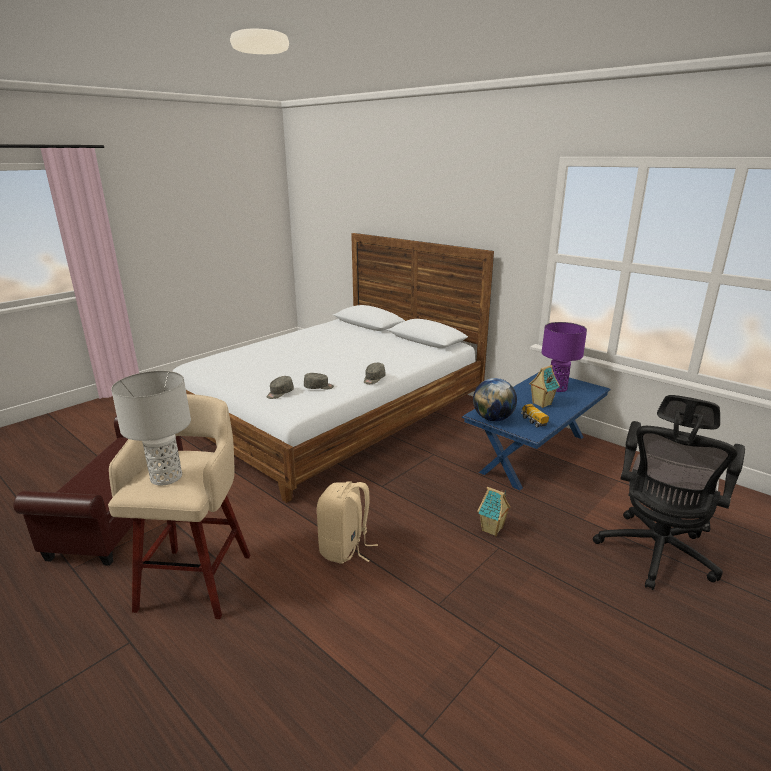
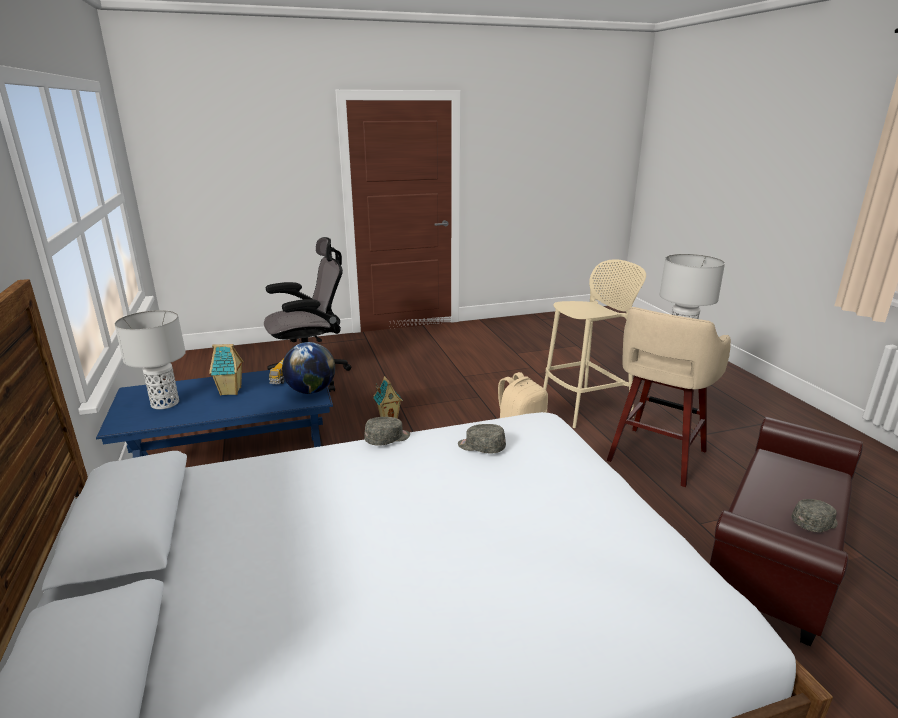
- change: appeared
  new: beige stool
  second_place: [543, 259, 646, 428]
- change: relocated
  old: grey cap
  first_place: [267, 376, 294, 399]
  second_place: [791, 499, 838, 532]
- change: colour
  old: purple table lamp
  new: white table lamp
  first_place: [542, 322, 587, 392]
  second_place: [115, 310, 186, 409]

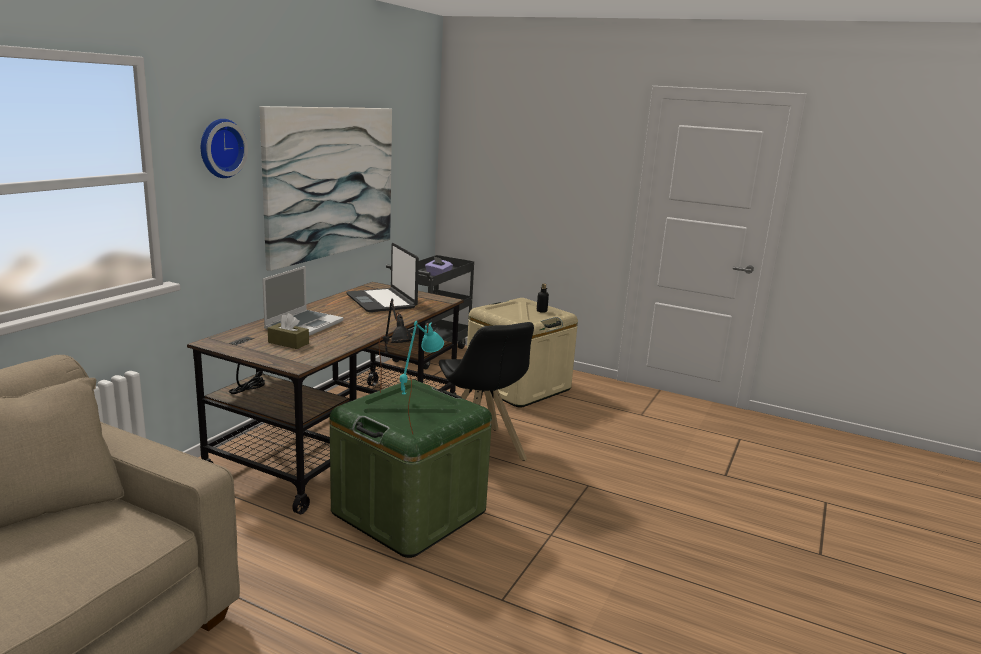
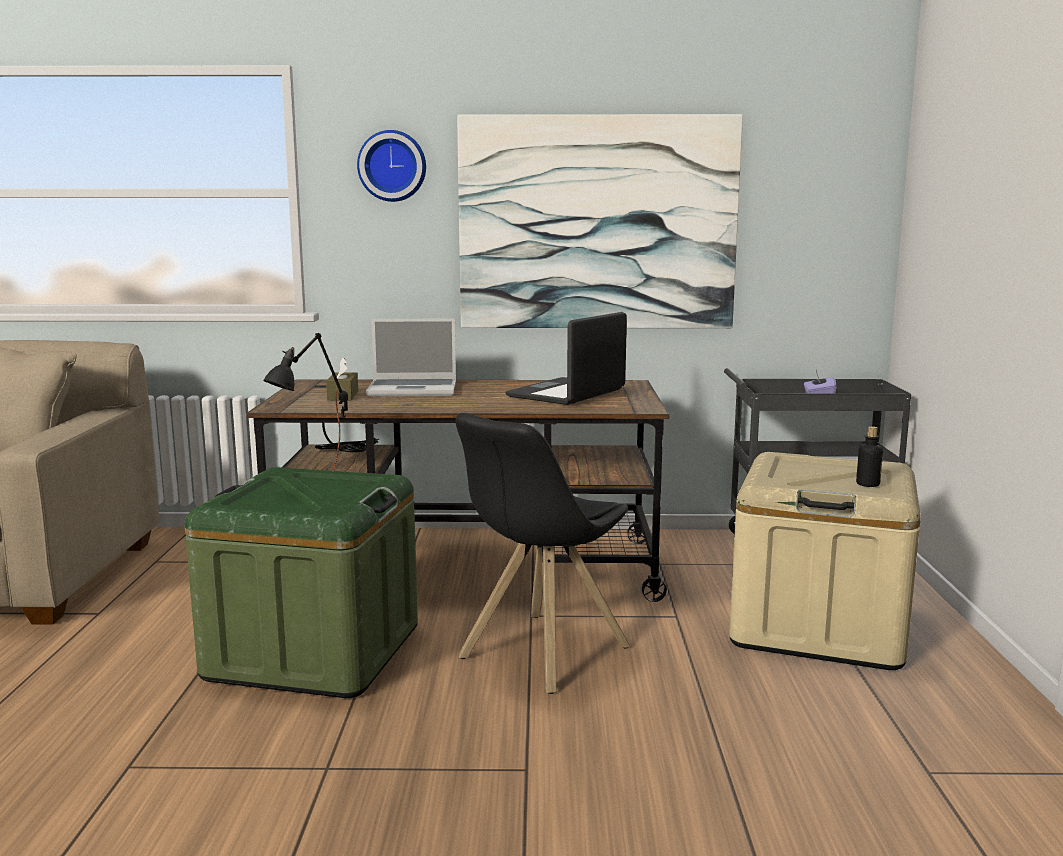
- change: missing
  old: turquoise table lamp
  first_place: [400, 321, 444, 434]

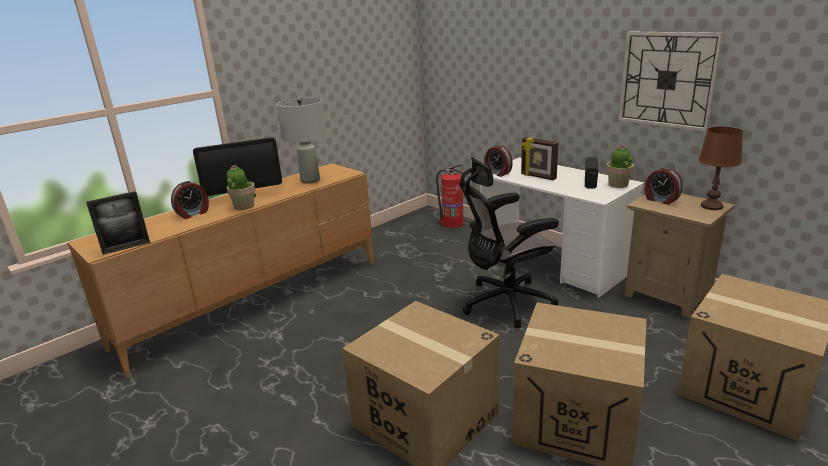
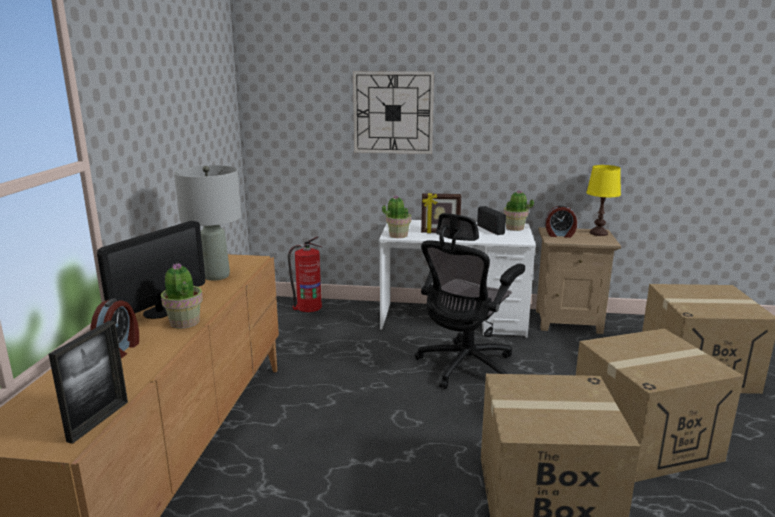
- change: relocated
  old: wall clock
  first_place: [619, 31, 724, 132]
  second_place: [353, 71, 434, 154]
- change: exchanged
  old: alarm clock
  new: potted plant
  first_place: [484, 145, 512, 177]
  second_place: [382, 195, 411, 238]
- change: colour
  old: brown table lamp
  new: yellow table lamp
  first_place: [698, 127, 743, 210]
  second_place: [586, 165, 621, 236]

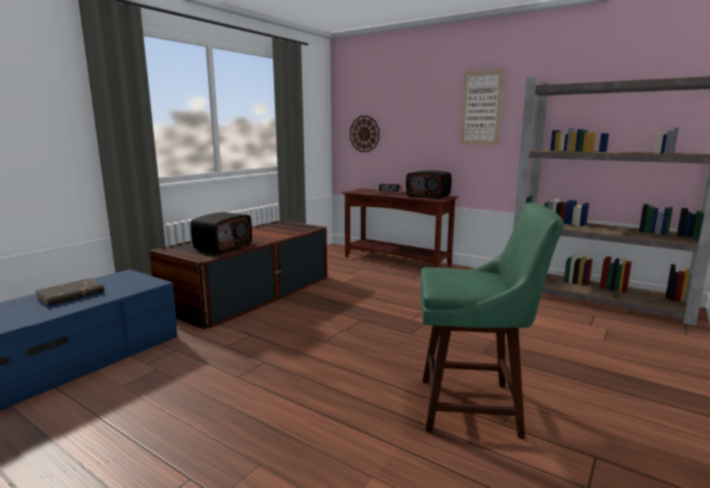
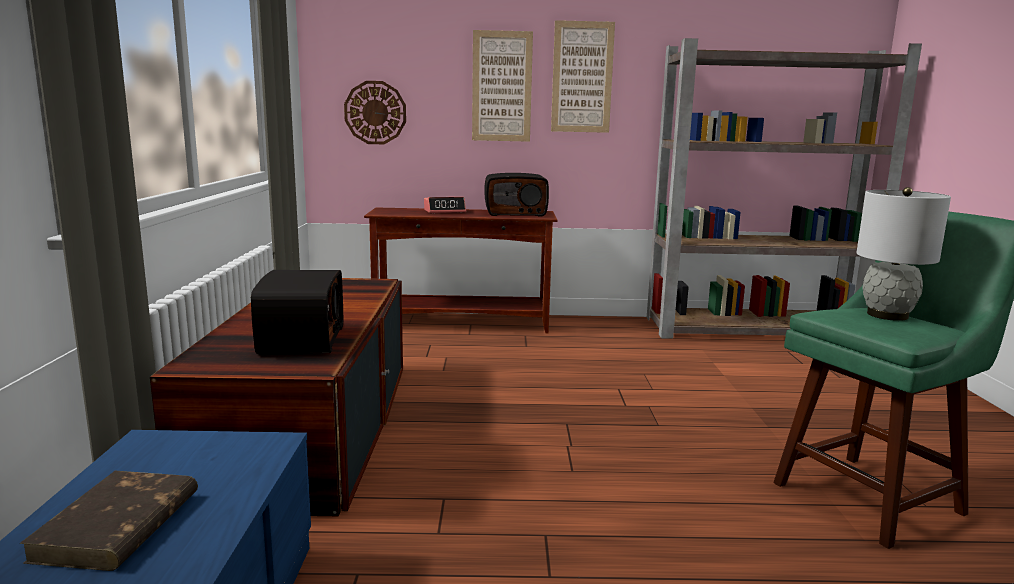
- change: appeared
  new: picture
  second_place: [472, 30, 533, 142]
- change: appeared
  new: white table lamp
  second_place: [856, 187, 951, 321]

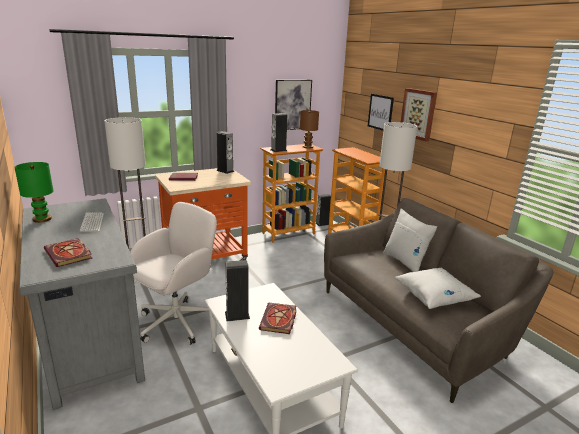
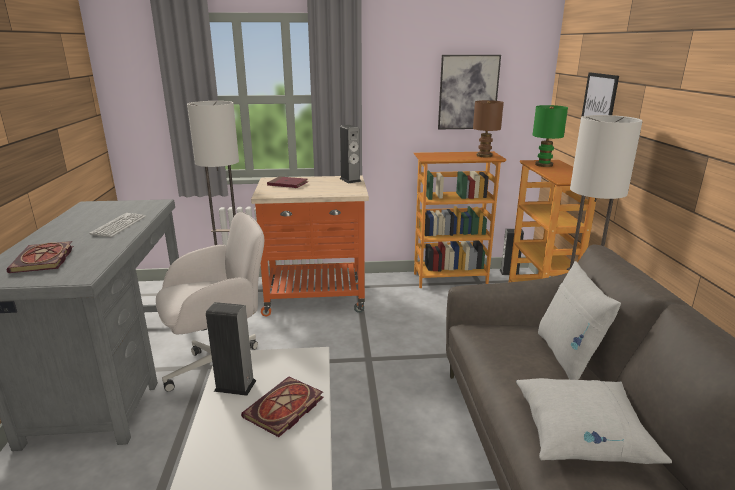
- change: missing
  old: speaker
  first_place: [271, 113, 287, 152]
- change: missing
  old: picture
  first_place: [401, 88, 437, 142]
- change: relocated
  old: green table lamp
  first_place: [14, 162, 54, 223]
  second_place: [532, 105, 568, 167]

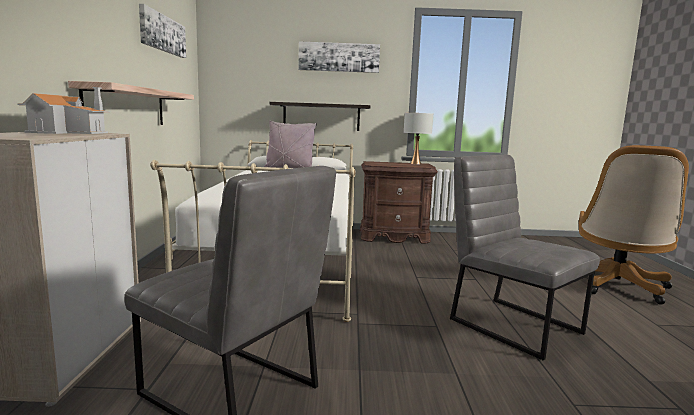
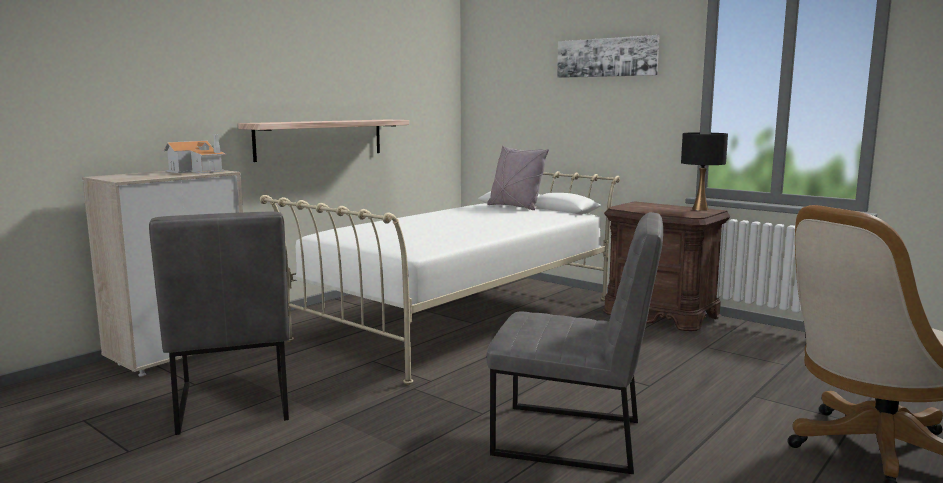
- change: missing
  old: picture
  first_place: [139, 4, 186, 58]
- change: missing
  old: shelf
  first_place: [269, 102, 371, 131]
- change: colour
  old: white table lamp
  new: black table lamp
  first_place: [404, 113, 433, 164]
  second_place: [681, 132, 728, 211]
- change: spun
  old: grey chair
  first_place: [450, 155, 600, 361]
  second_place: [486, 212, 663, 474]
  degrees: 105

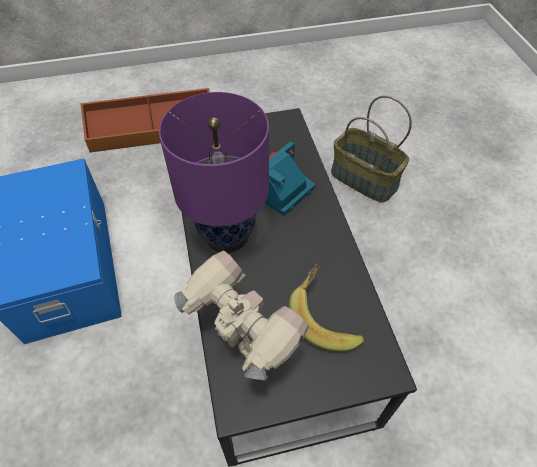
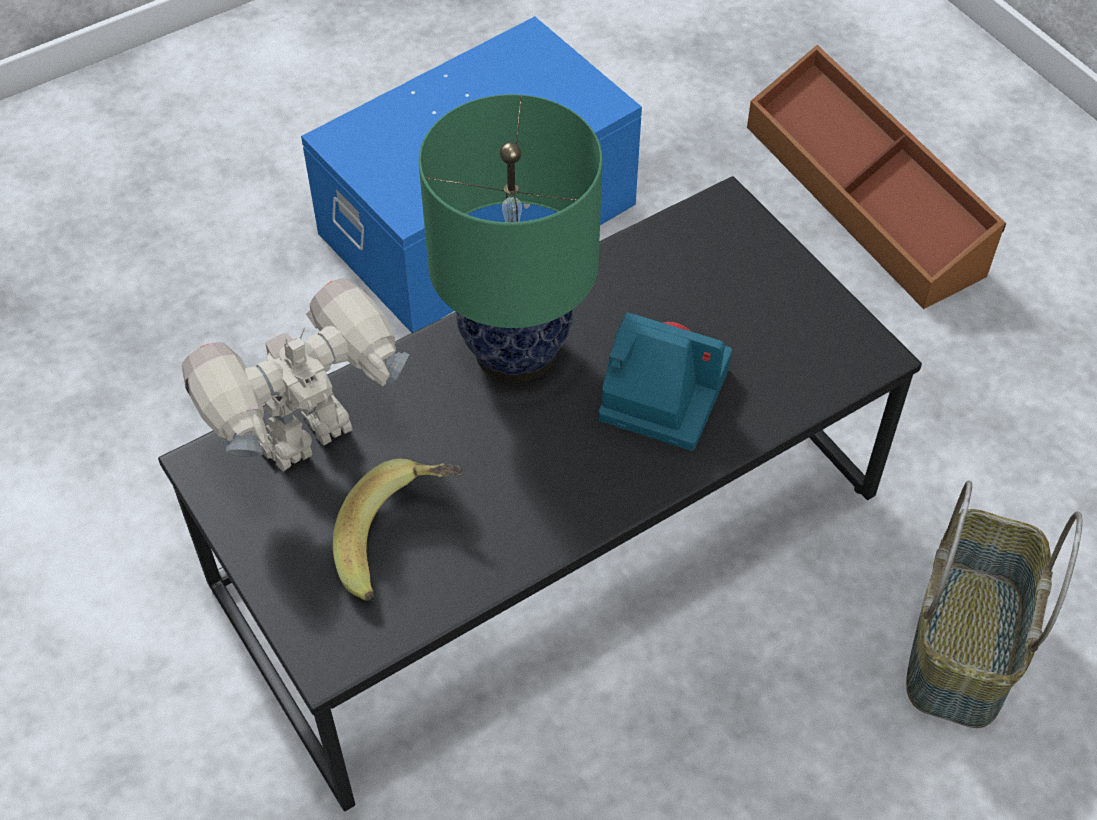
- change: colour
  old: purple table lamp
  new: green table lamp
  first_place: [159, 92, 269, 253]
  second_place: [419, 94, 603, 383]
- change: spun
  old: toy robot
  first_place: [174, 251, 309, 380]
  second_place: [182, 278, 409, 472]
  degrees: -150

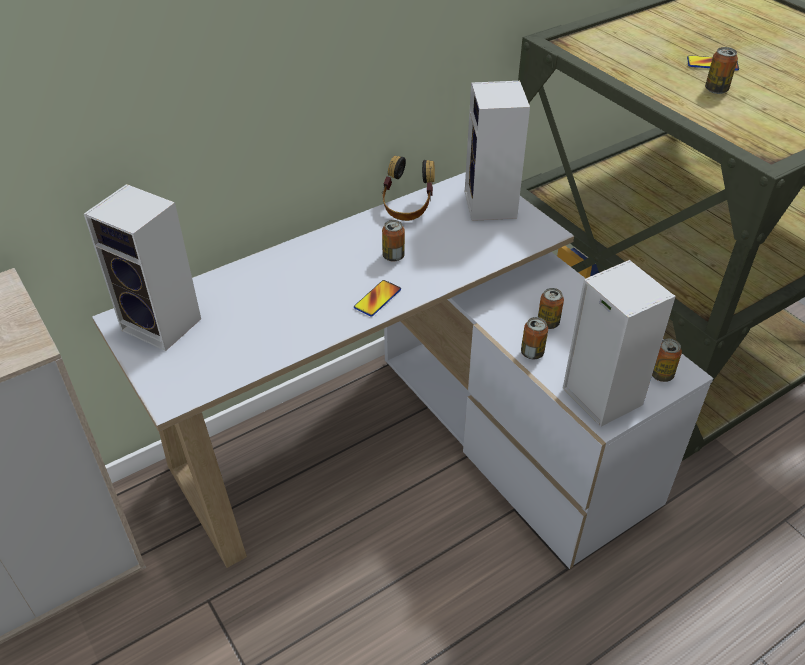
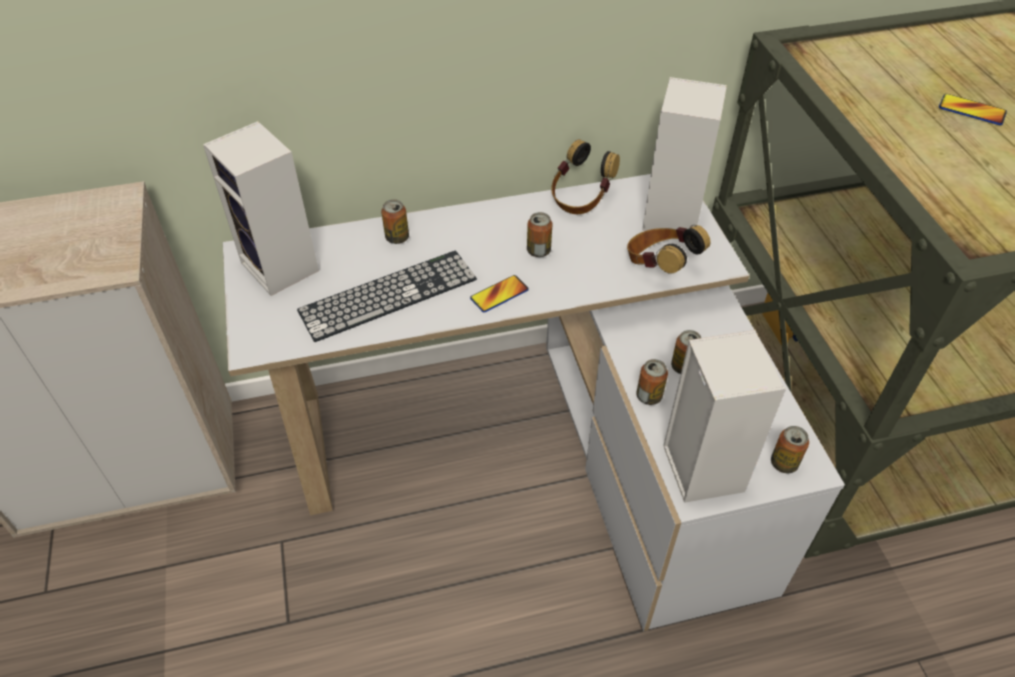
- change: appeared
  new: keyboard
  second_place: [297, 250, 477, 342]
- change: appeared
  new: headphones
  second_place: [627, 225, 711, 274]
- change: relocated
  old: can
  first_place: [705, 47, 738, 94]
  second_place: [381, 199, 409, 244]

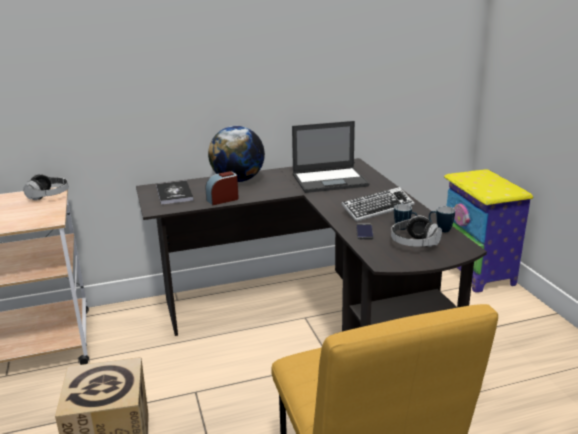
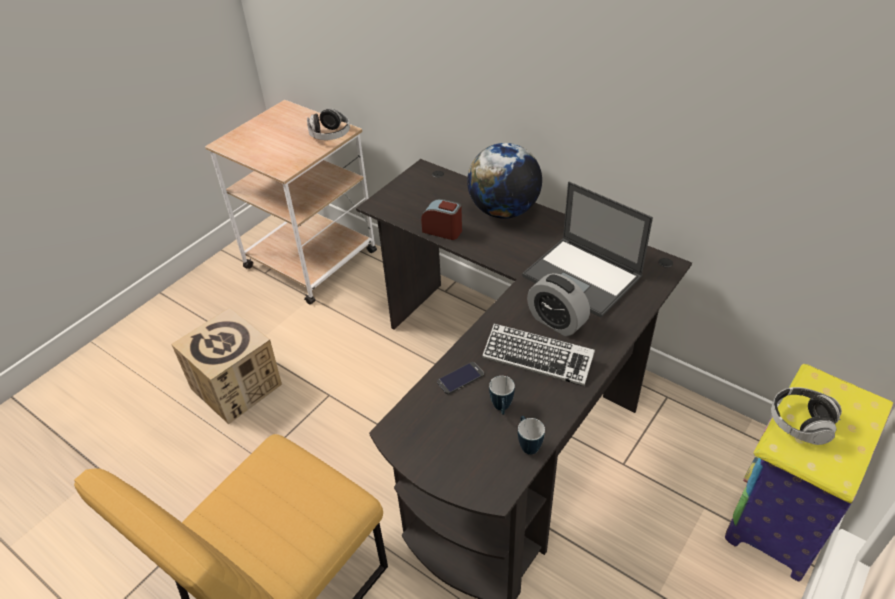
- change: missing
  old: book
  first_place: [156, 180, 194, 205]
- change: appeared
  new: alarm clock
  second_place: [527, 273, 590, 336]
- change: relocated
  old: headphones
  first_place: [391, 215, 442, 247]
  second_place: [771, 387, 842, 445]

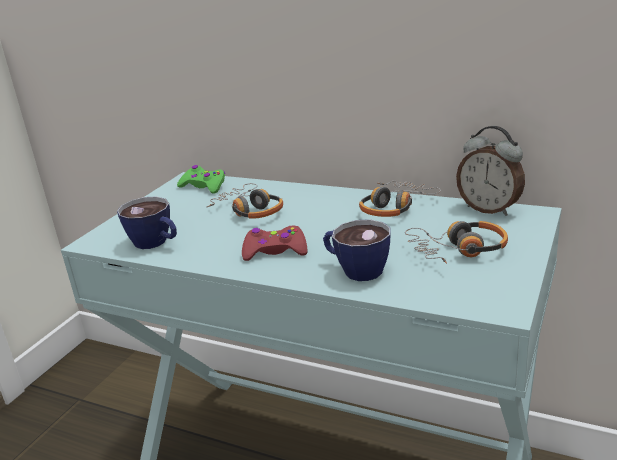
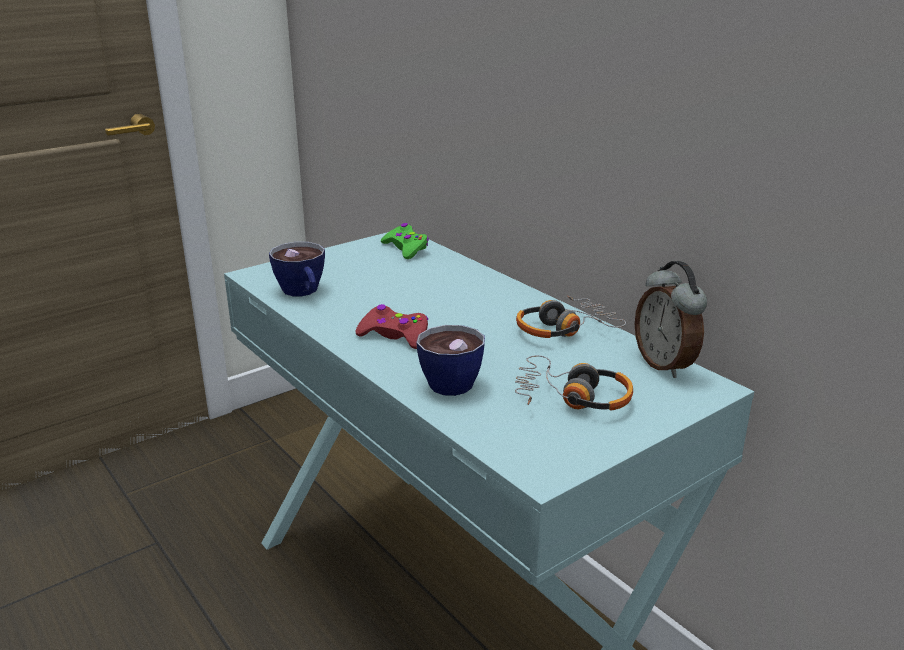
- change: missing
  old: headphones
  first_place: [207, 183, 283, 219]

